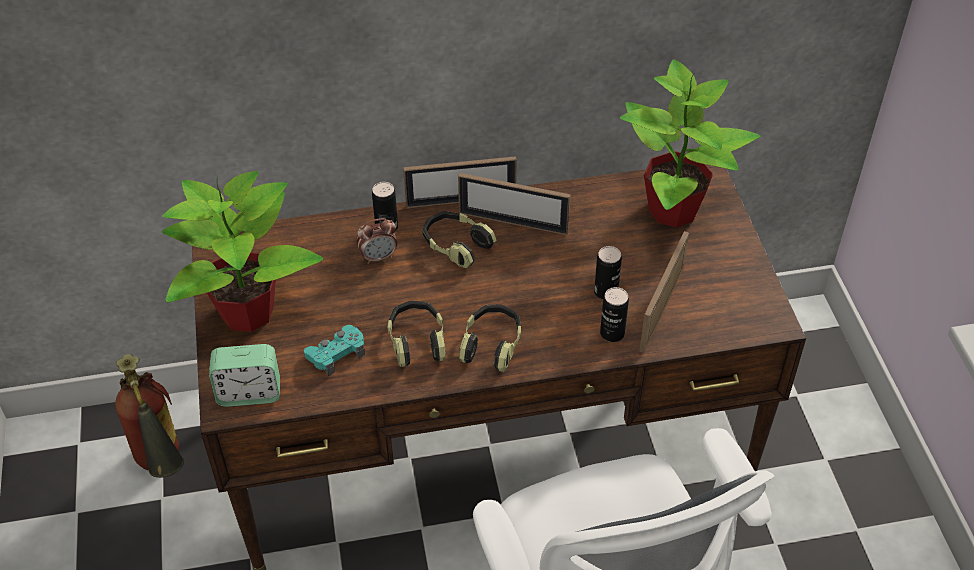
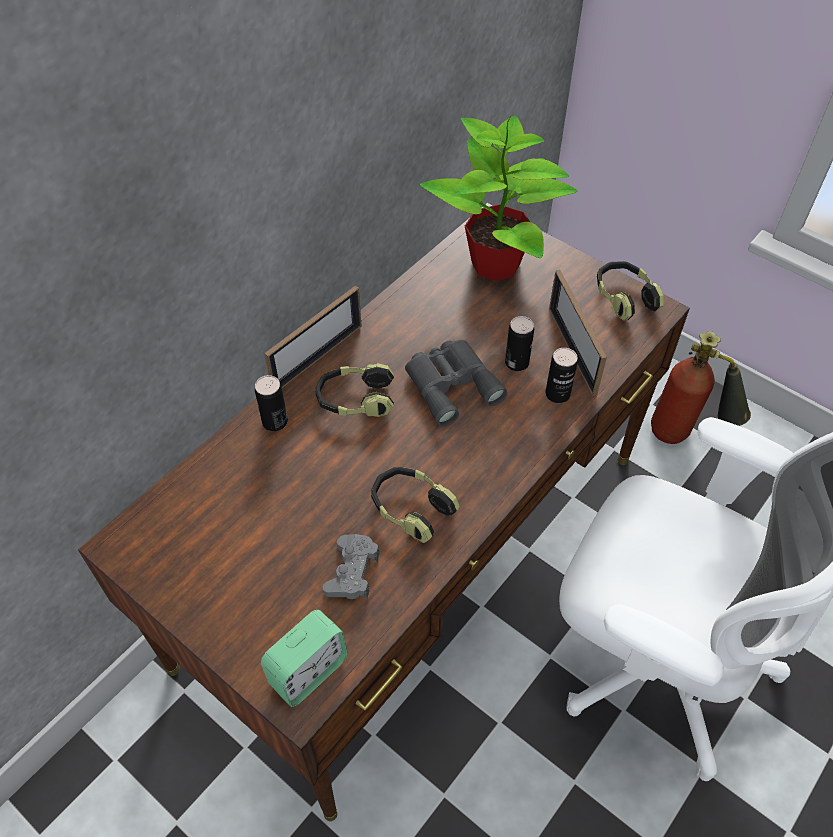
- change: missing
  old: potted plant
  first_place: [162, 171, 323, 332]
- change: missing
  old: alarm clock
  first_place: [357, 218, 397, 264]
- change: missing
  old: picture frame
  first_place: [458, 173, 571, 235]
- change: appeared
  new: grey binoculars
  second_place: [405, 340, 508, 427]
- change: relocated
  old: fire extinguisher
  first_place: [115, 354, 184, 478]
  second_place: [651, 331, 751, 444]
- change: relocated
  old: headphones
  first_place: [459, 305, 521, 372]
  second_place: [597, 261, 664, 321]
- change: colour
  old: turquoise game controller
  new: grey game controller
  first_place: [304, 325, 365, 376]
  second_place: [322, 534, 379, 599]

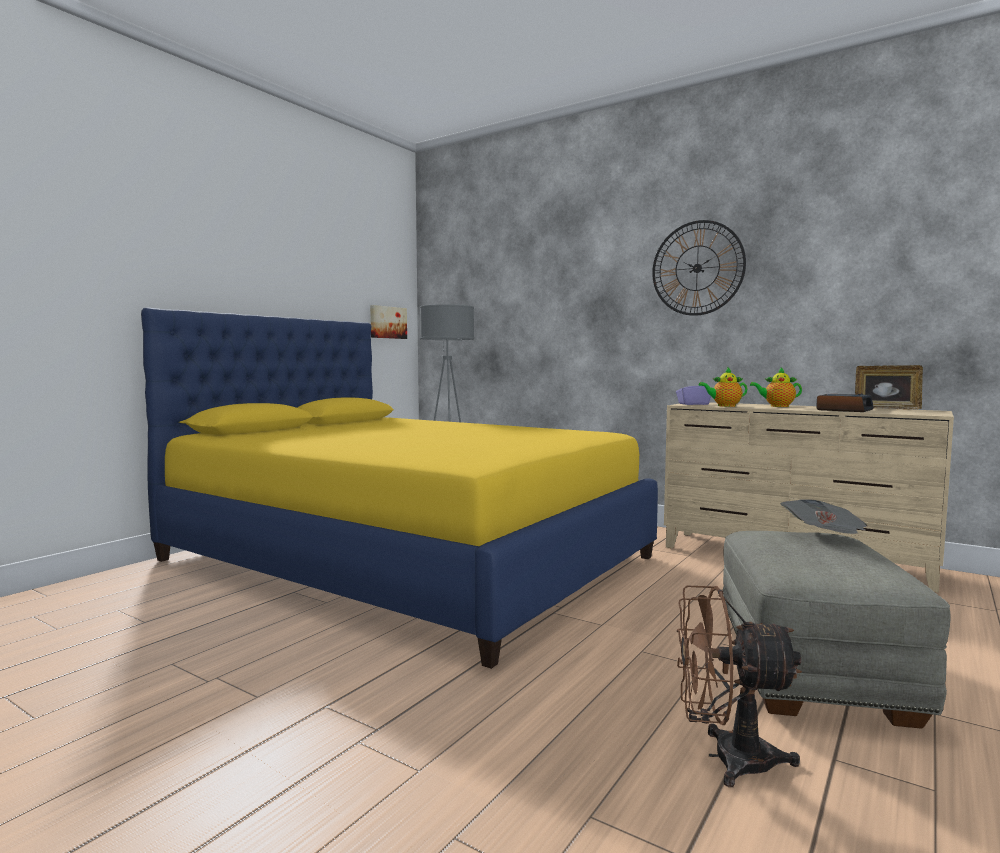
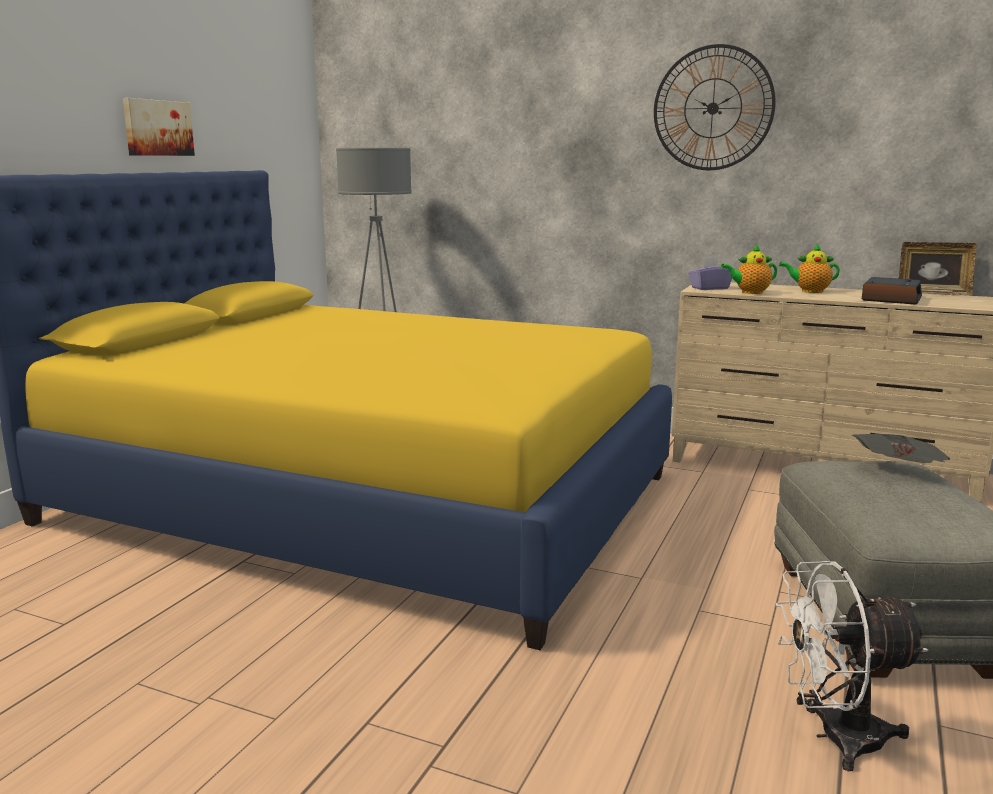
- change: relocated
  old: picture
  first_place: [370, 305, 407, 339]
  second_place: [123, 98, 195, 156]
- change: colour
  old: brown fan
  new: white fan
  first_place: [677, 586, 802, 787]
  second_place: [776, 561, 928, 772]

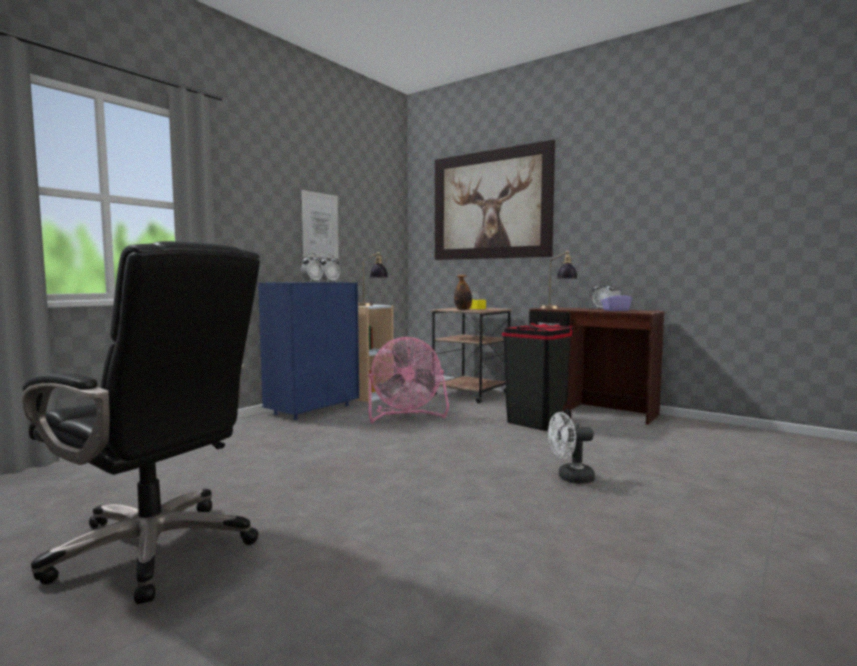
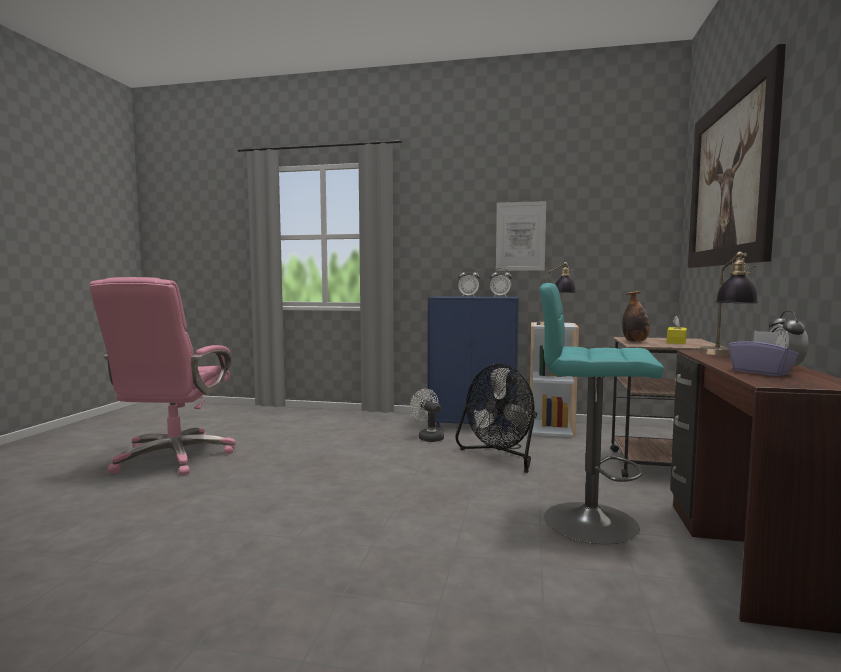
- change: relocated
  old: white fan
  first_place: [548, 412, 595, 484]
  second_place: [410, 389, 444, 442]
- change: exchanged
  old: black trash can
  new: turquoise stool
  first_place: [502, 323, 573, 431]
  second_place: [539, 283, 664, 544]
- change: colour
  old: black office chair
  new: pink office chair
  first_place: [22, 241, 260, 604]
  second_place: [90, 277, 235, 475]
- change: colour
  old: pink fan
  new: black fan
  first_place: [368, 337, 449, 424]
  second_place: [456, 364, 537, 473]

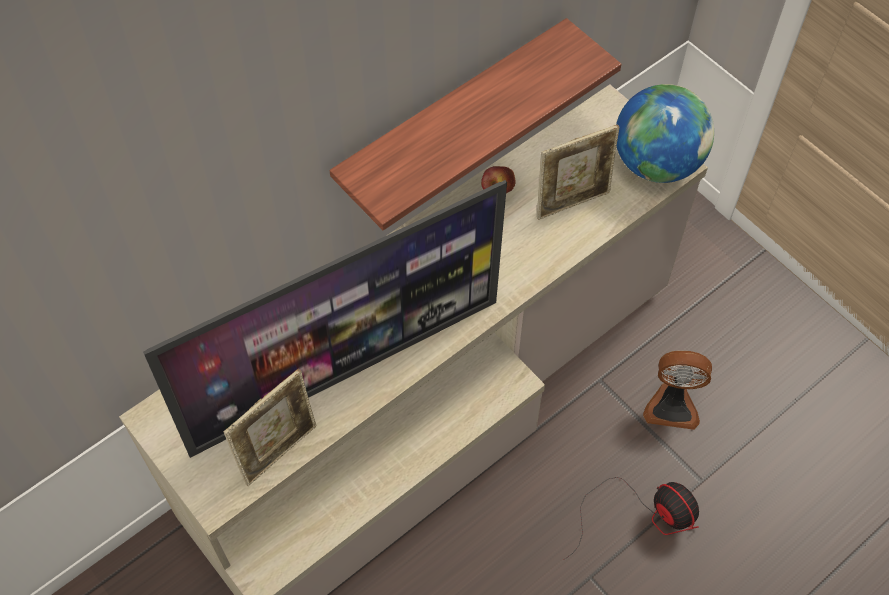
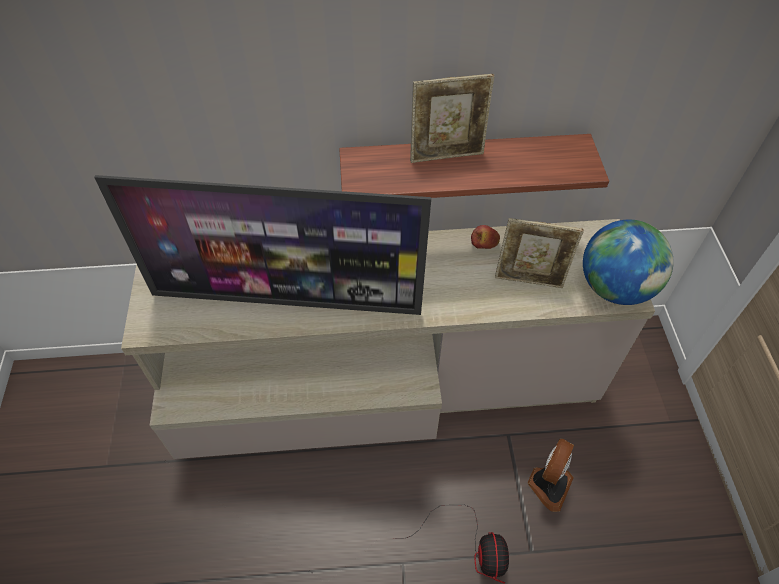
- change: relocated
  old: picture frame
  first_place: [223, 369, 317, 486]
  second_place: [410, 74, 495, 163]
- change: spun
  old: fan
  first_place: [643, 351, 712, 430]
  second_place: [528, 439, 574, 512]
  degrees: -105

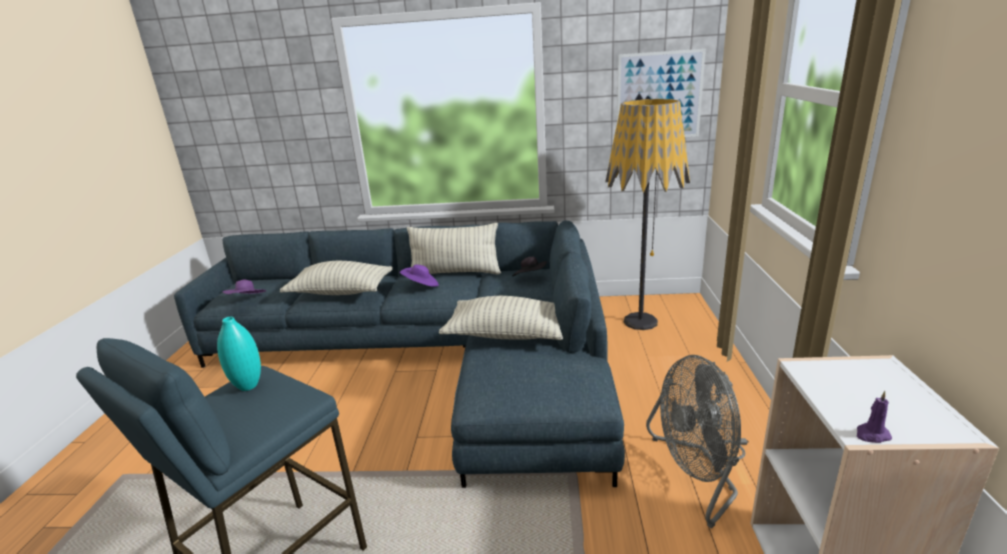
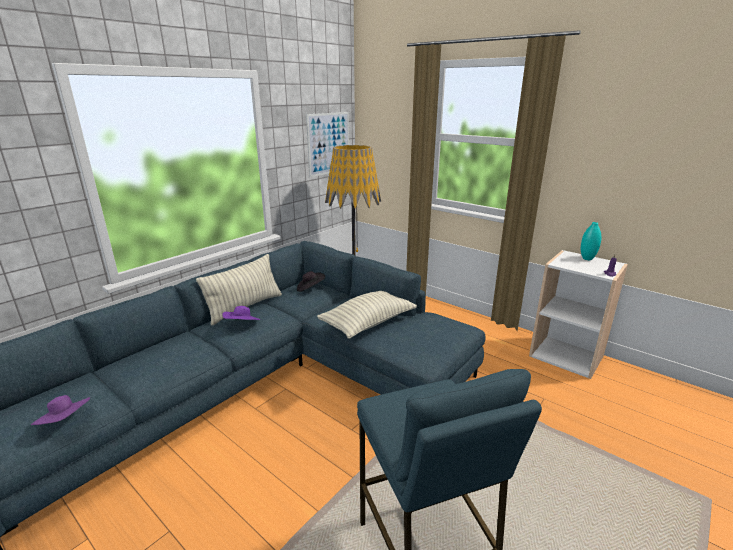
- change: missing
  old: pillow
  first_place: [280, 261, 393, 295]
- change: missing
  old: grey fan
  first_place: [646, 355, 749, 529]
- change: relocated
  old: turquoise vase
  first_place: [217, 317, 261, 391]
  second_place: [581, 222, 601, 260]

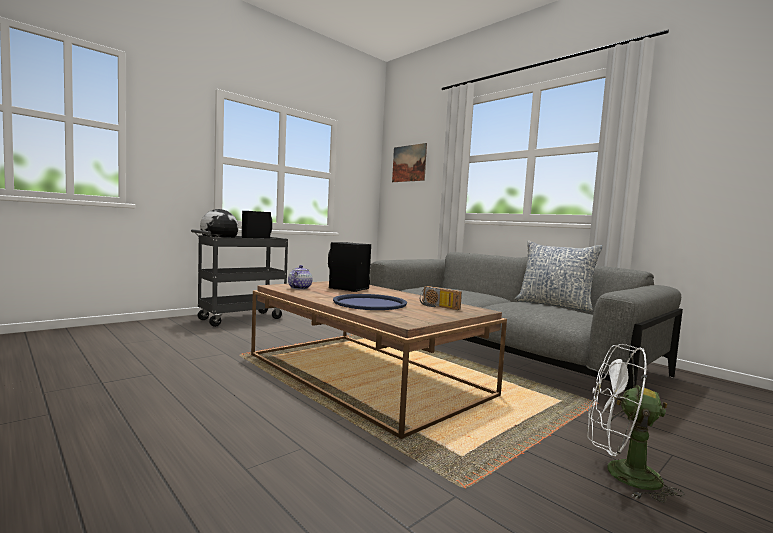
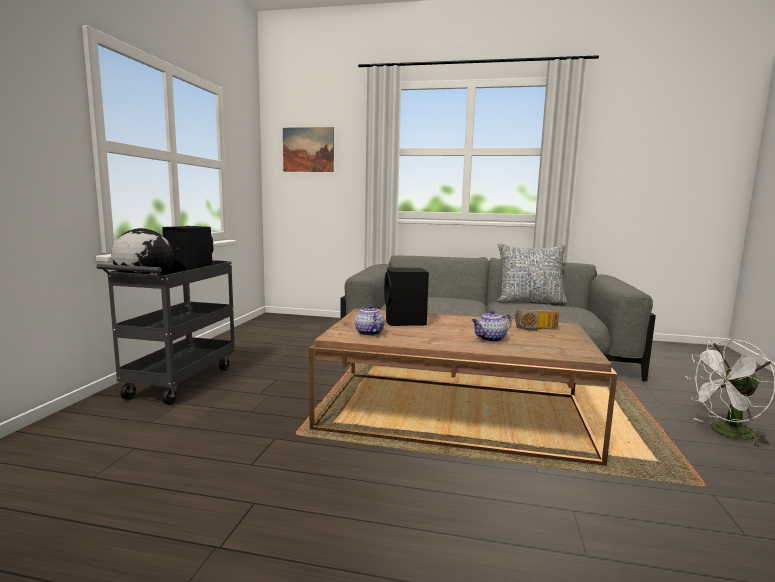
- change: exchanged
  old: blue tray
  new: teapot
  first_place: [333, 294, 407, 310]
  second_place: [472, 310, 512, 342]

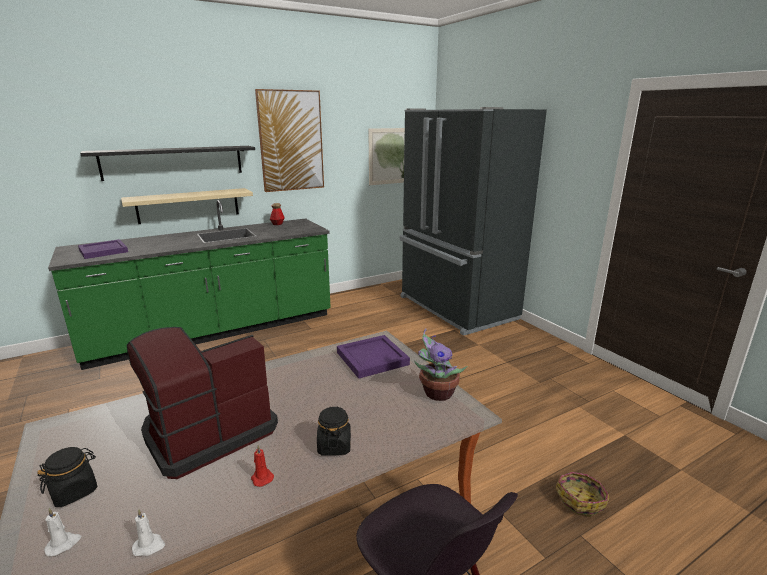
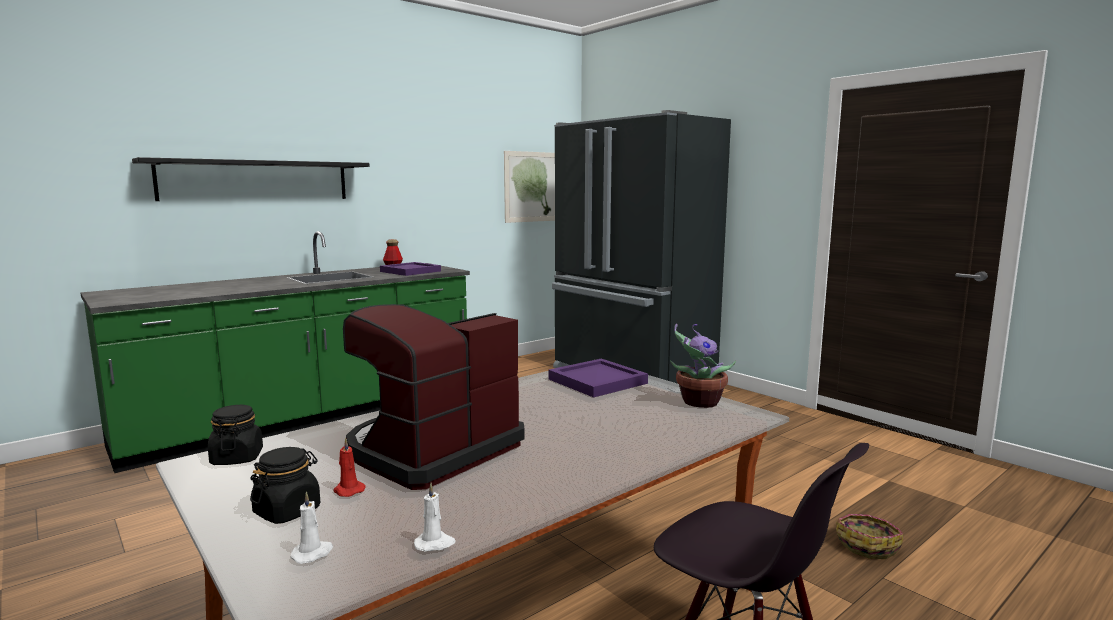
- change: missing
  old: beige shelf
  first_place: [121, 188, 253, 224]
- change: missing
  old: picture
  first_place: [255, 89, 324, 192]
- change: relocated
  old: purple tray
  first_place: [78, 239, 128, 259]
  second_place: [380, 262, 441, 276]
- change: relocated
  old: red candle
  first_place: [251, 445, 274, 487]
  second_place: [333, 438, 365, 497]
- change: relocated
  old: black jar
  first_place: [317, 406, 351, 456]
  second_place: [208, 405, 263, 465]

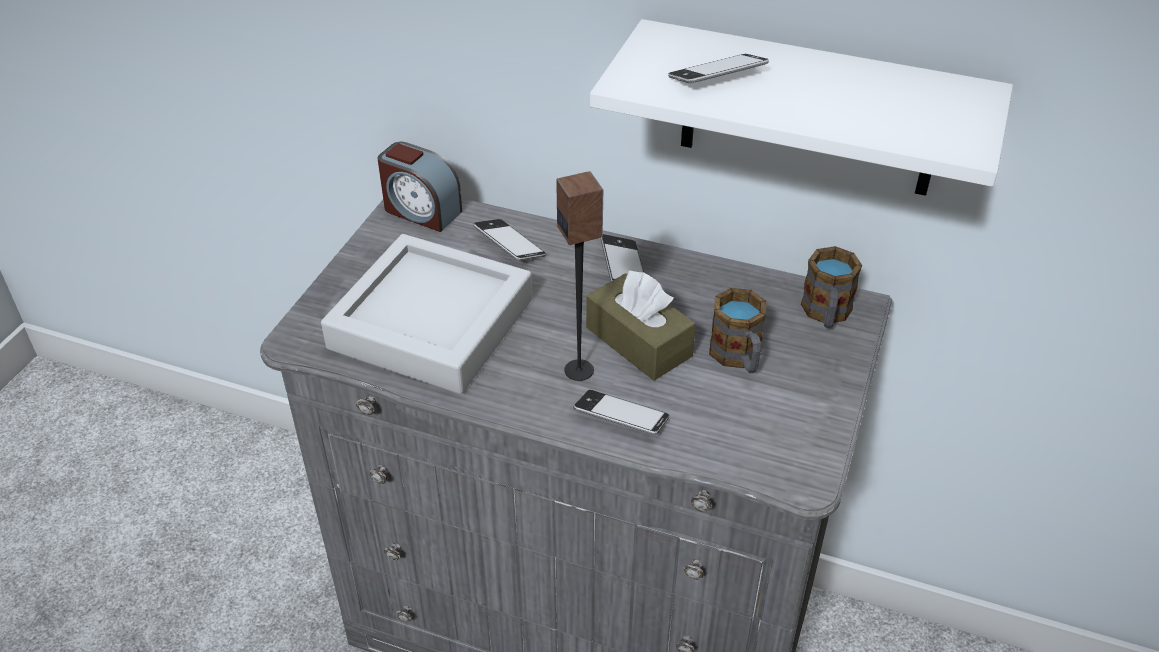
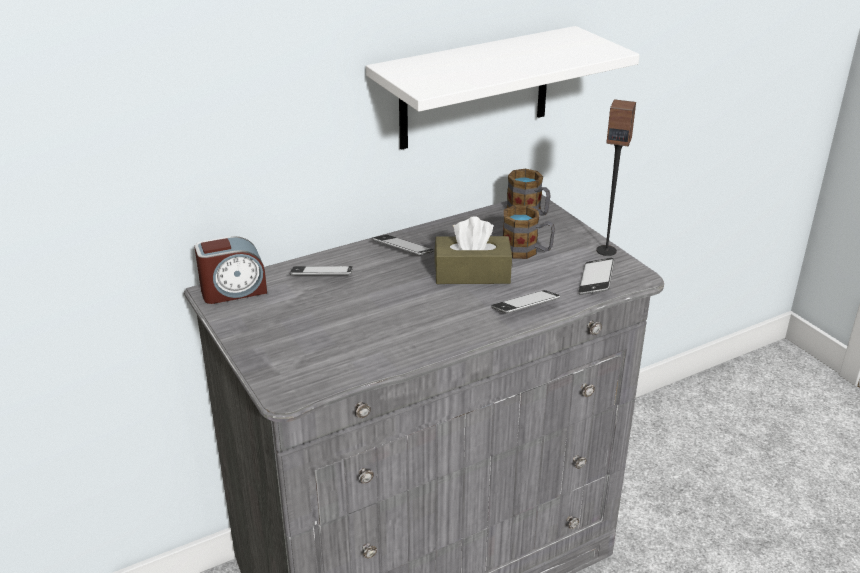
- change: missing
  old: grey tray
  first_place: [321, 234, 532, 394]
- change: relocated
  old: speaker
  first_place: [556, 171, 603, 381]
  second_place: [596, 99, 636, 256]
- change: relocated
  old: phone
  first_place: [668, 54, 769, 83]
  second_place: [578, 258, 614, 295]

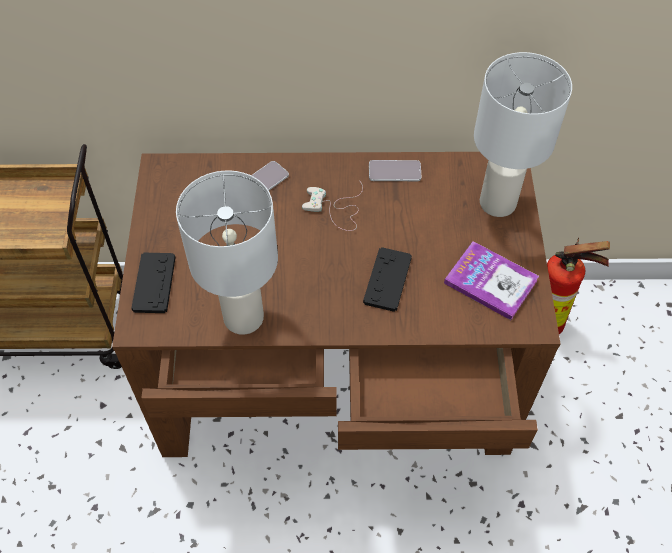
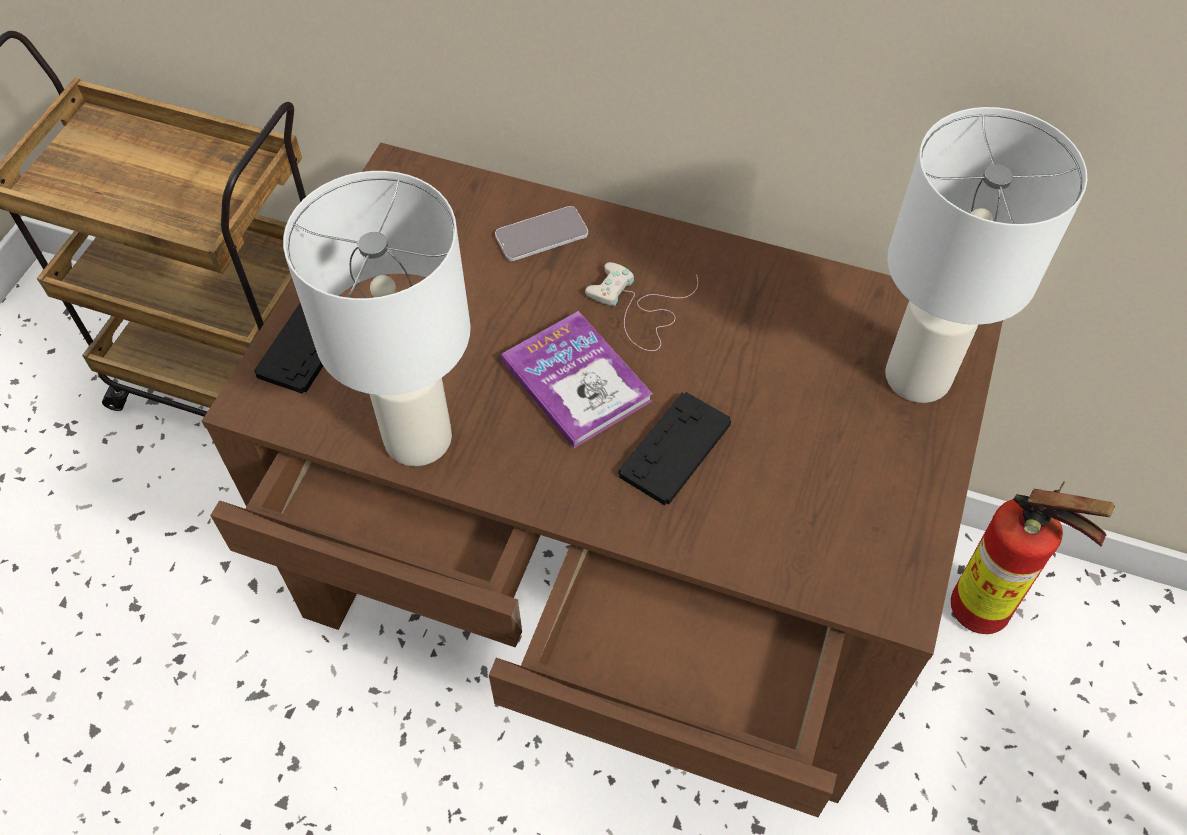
- change: missing
  old: phone
  first_place: [369, 160, 421, 181]
- change: relocated
  old: book
  first_place: [444, 241, 539, 320]
  second_place: [501, 311, 652, 448]

